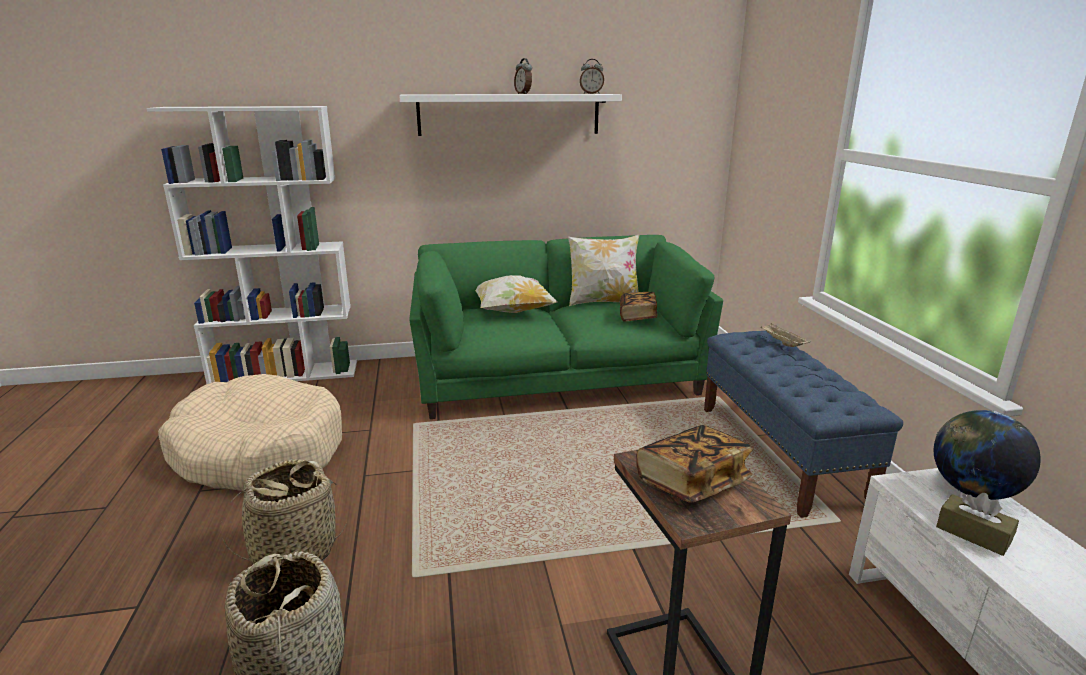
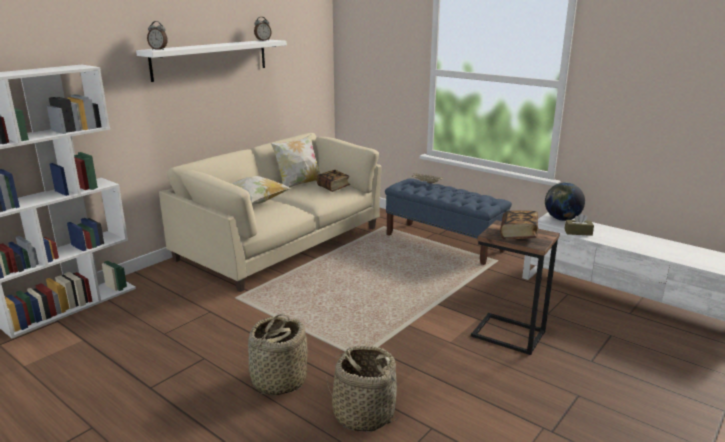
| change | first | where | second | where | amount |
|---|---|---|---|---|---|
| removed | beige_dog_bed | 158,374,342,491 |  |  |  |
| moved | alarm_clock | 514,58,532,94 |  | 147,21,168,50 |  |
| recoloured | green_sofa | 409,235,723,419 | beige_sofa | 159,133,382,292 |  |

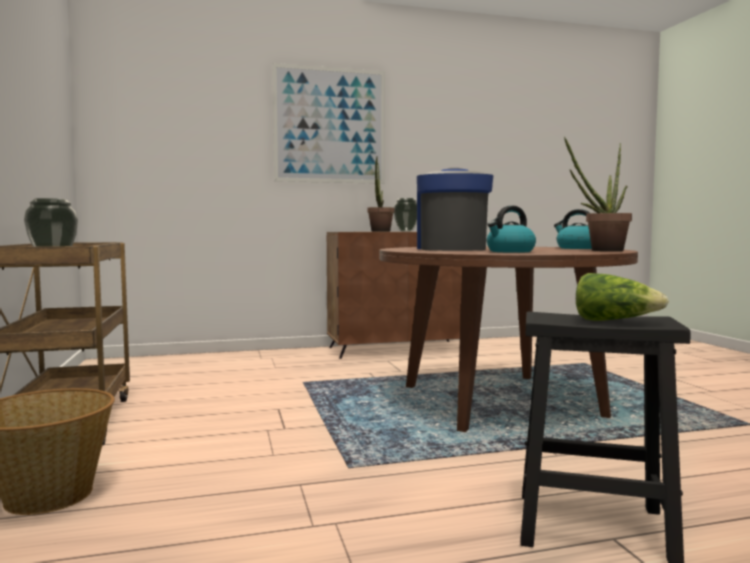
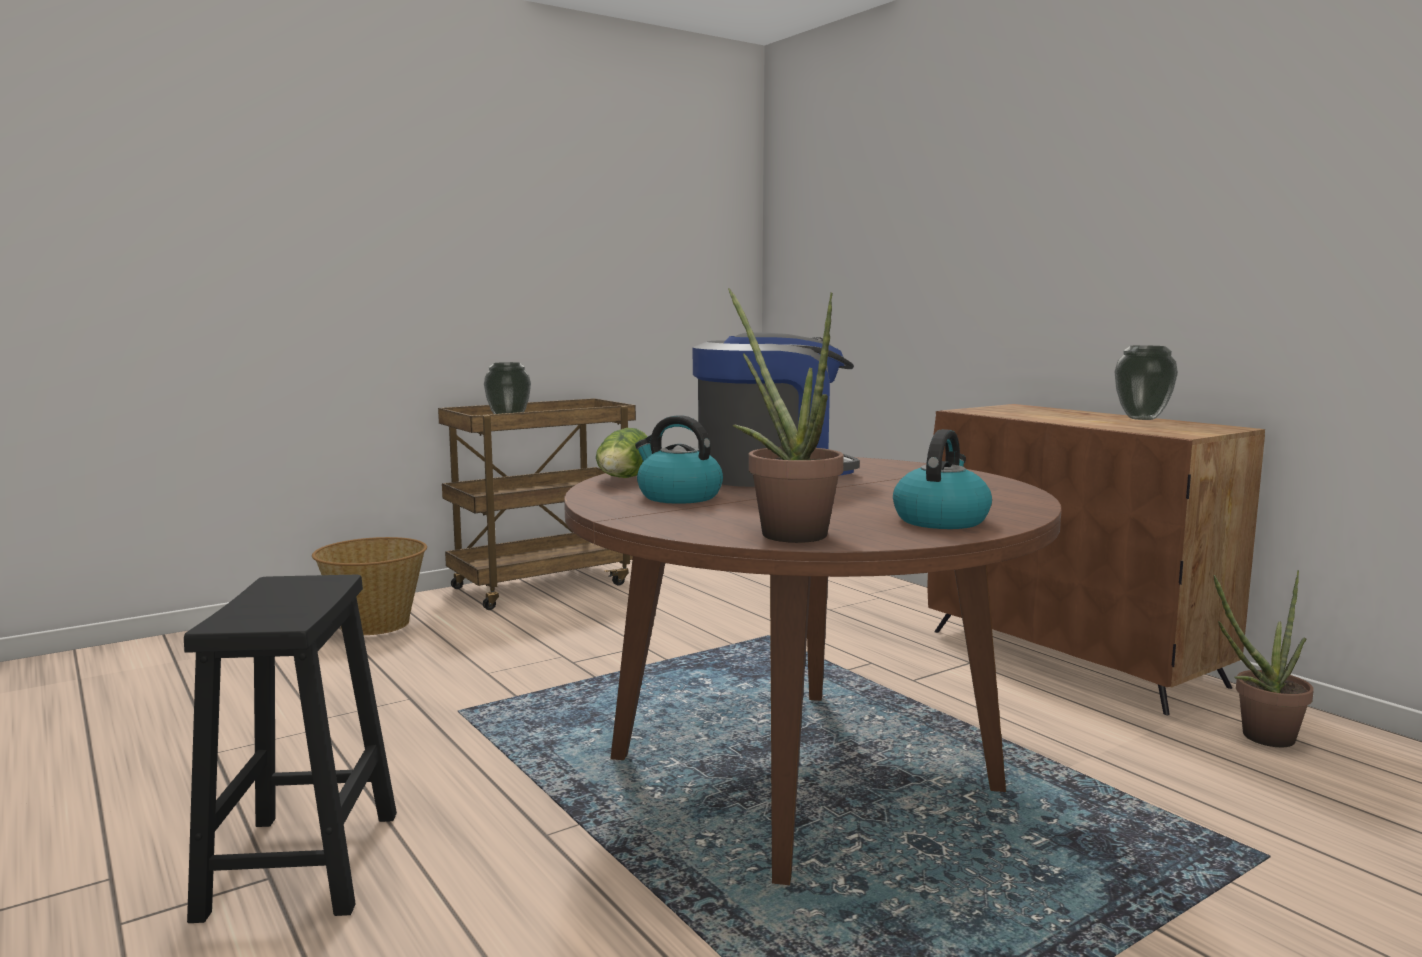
| change | first | where | second | where | amount |
|---|---|---|---|---|---|
| removed | picture | 272,63,385,184 |  |  |  |
| moved | potted_plant | 367,157,394,232 |  | 1213,570,1314,747 |  |
| moved | lettuce | 576,273,669,321 |  | 596,428,651,478 |  |

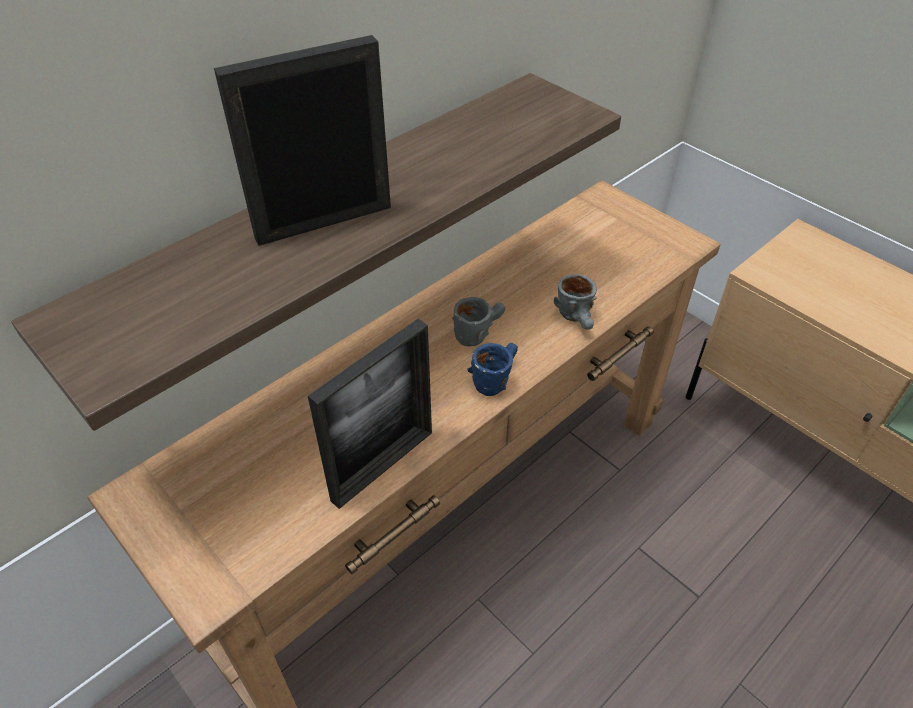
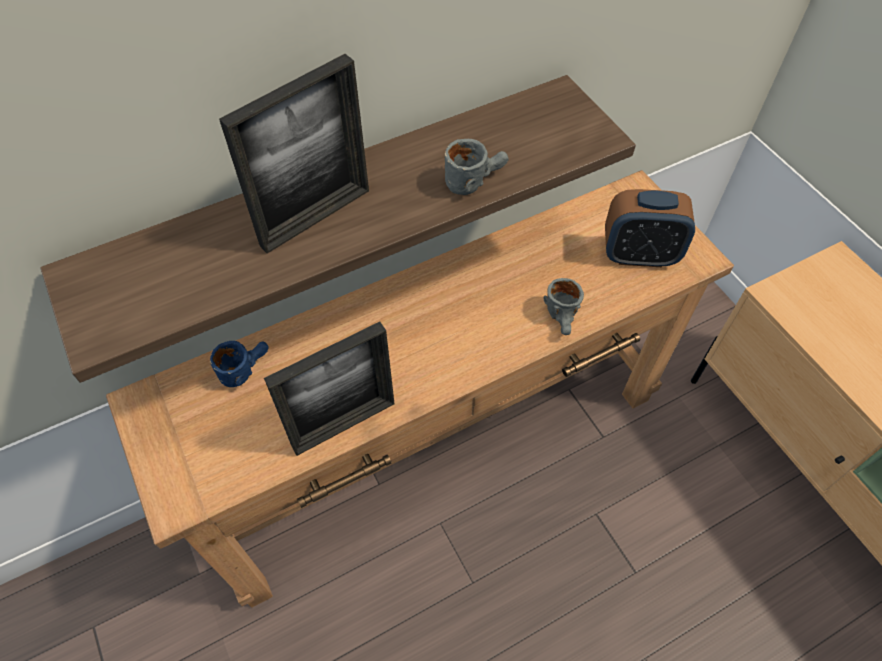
| change | first | where | second | where | amount |
|---|---|---|---|---|---|
| added |  |  | alarm_clock | 605,189,695,267 |  |
| moved | grey_mug | 452,297,505,346 |  | 445,139,509,195 |  |
| moved | blue_mug | 467,343,518,396 |  | 210,341,269,387 |  |
| turned | picture_frame | 214,35,391,246 |  | 219,54,369,254 | 150 degrees clockwise |

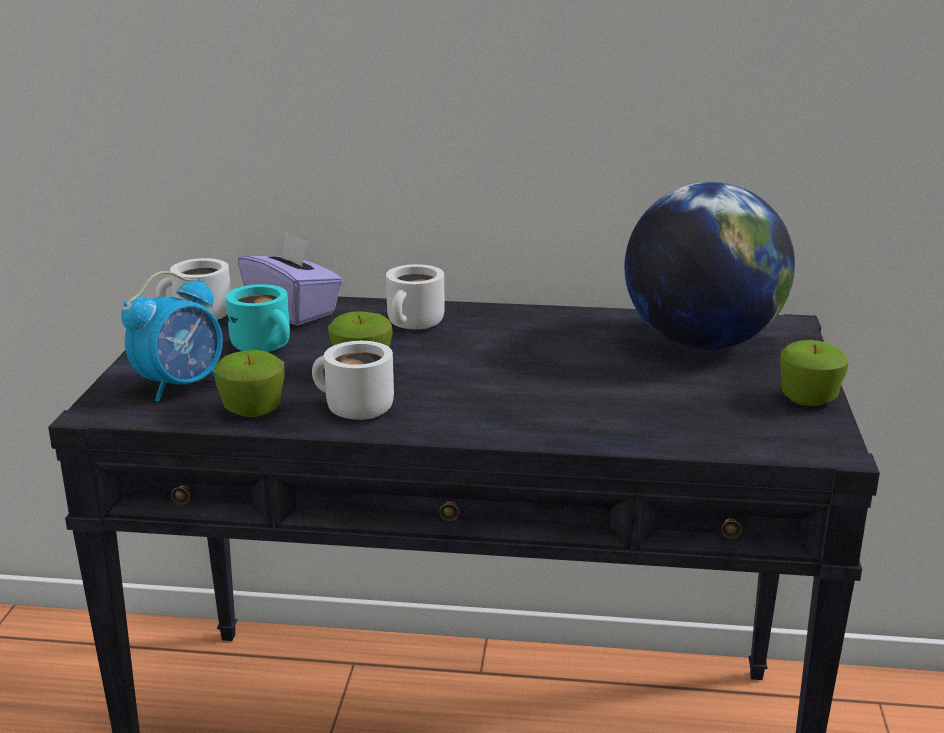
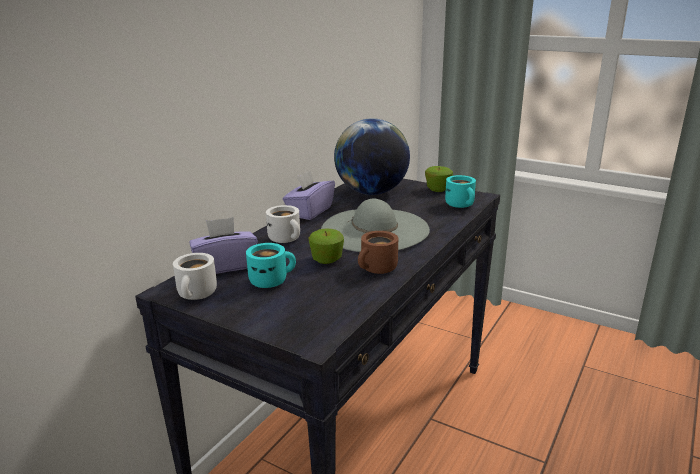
| change | first | where | second | where | amount |
|---|---|---|---|---|---|
| removed | alarm_clock | 121,271,223,402 |  |  |  |
| removed | apple | 214,350,285,417 |  |  |  |
| added |  |  | purple_tissue_box | 283,170,335,220 |  |
| added |  |  | grey_hat | 321,199,430,252 |  |
| added |  |  | turquoise_mug | 445,175,476,208 |  |
| recoloured | white_mug | 312,341,394,420 | brown_mug | 358,231,398,274 |  |

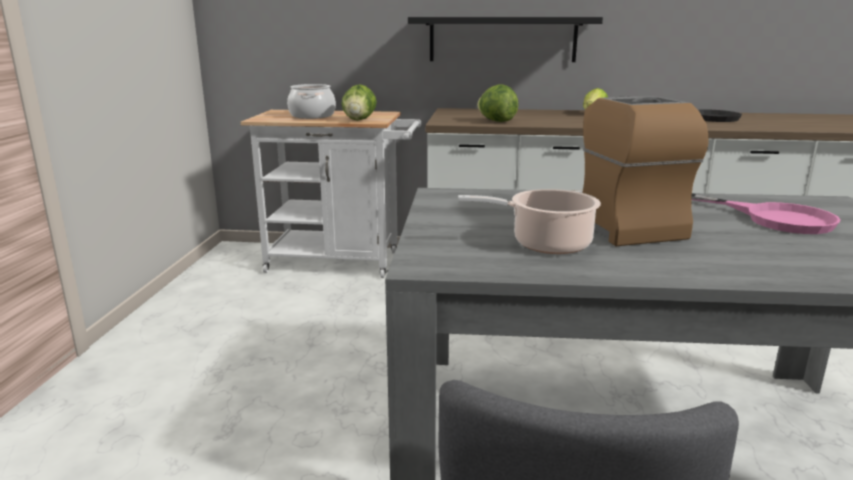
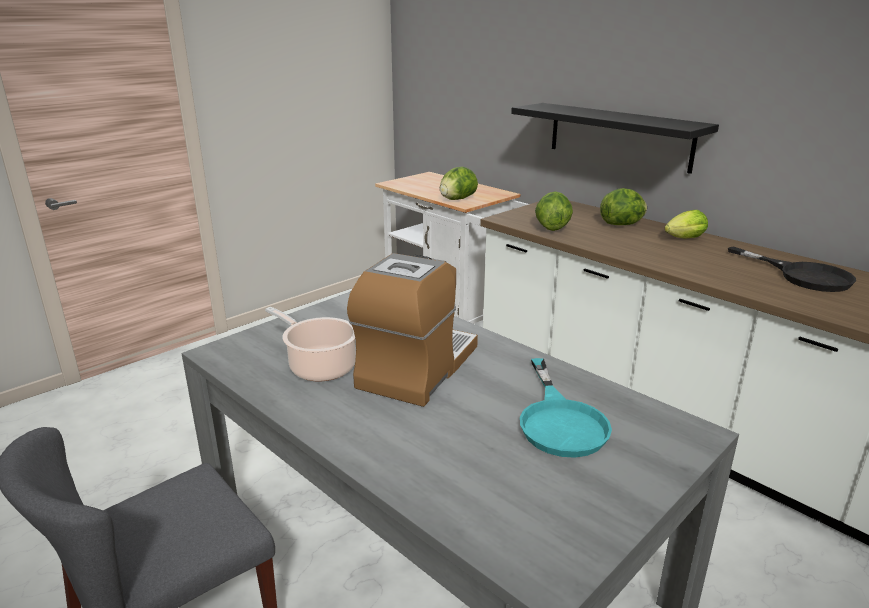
| change | first | where | second | where | amount |
|---|---|---|---|---|---|
| removed | cooking_pot | 287,84,336,119 |  |  |  |
| added |  |  | lettuce | 600,188,647,225 |  |
| recoloured | pink_frying_pan | 691,193,841,234 | turquoise_frying_pan | 520,358,612,458 |  |

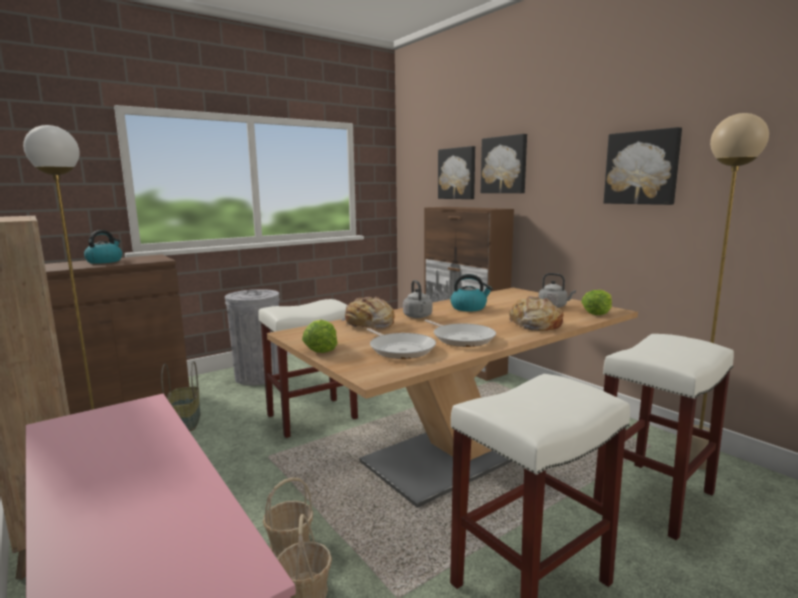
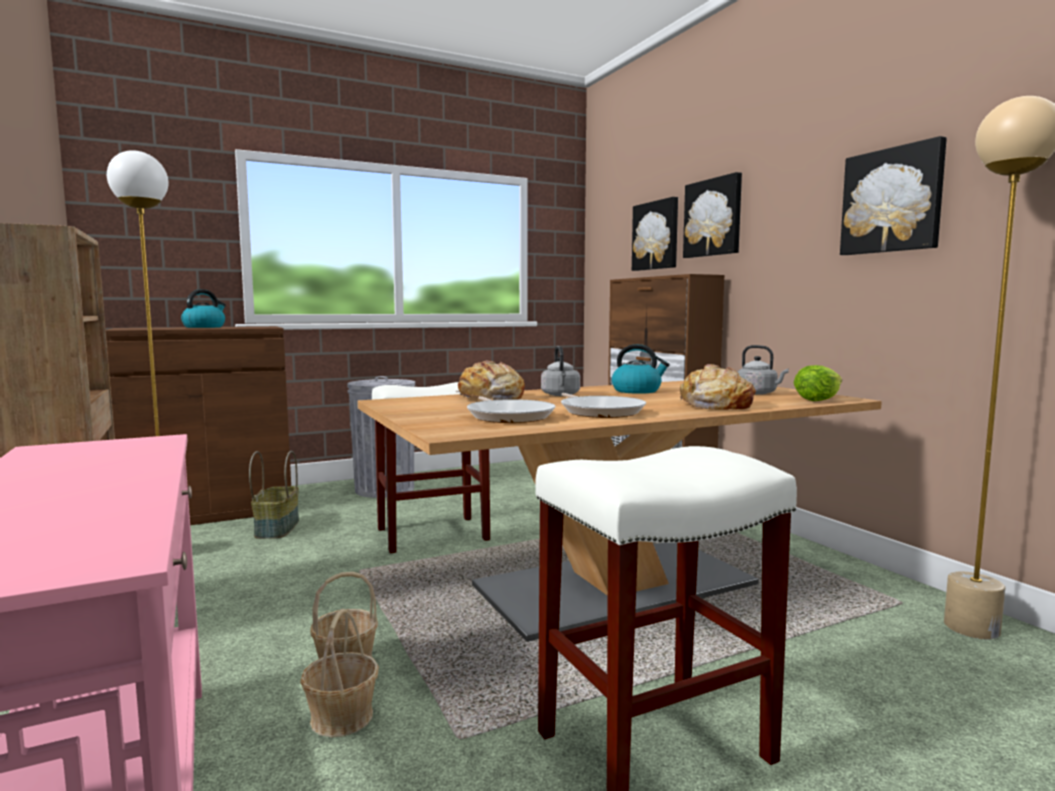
| change | first | where | second | where | amount |
|---|---|---|---|---|---|
| removed | lettuce | 302,320,338,353 |  |  |  |
| removed | white_stool | 593,334,734,540 |  |  |  |

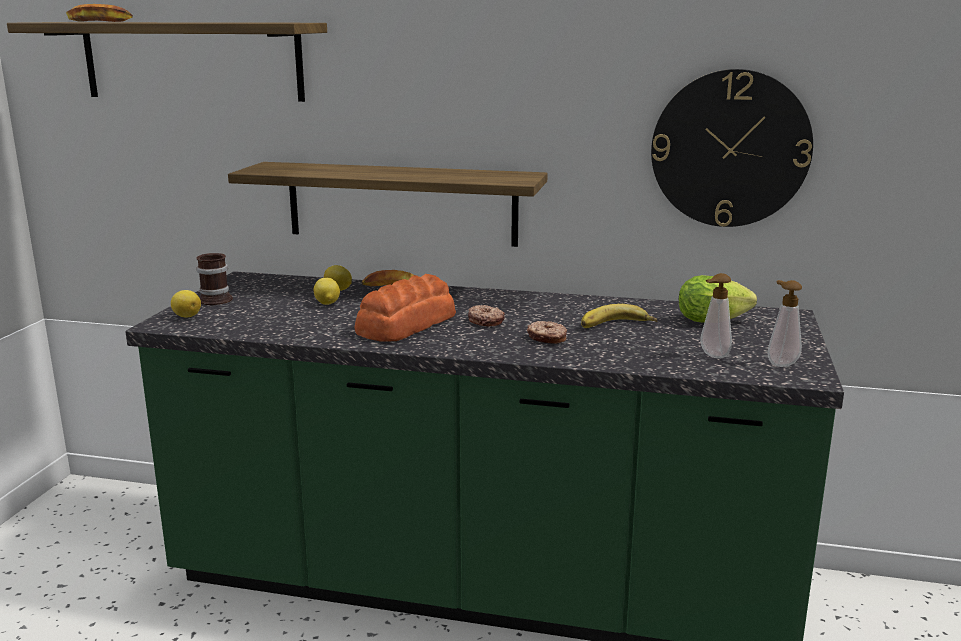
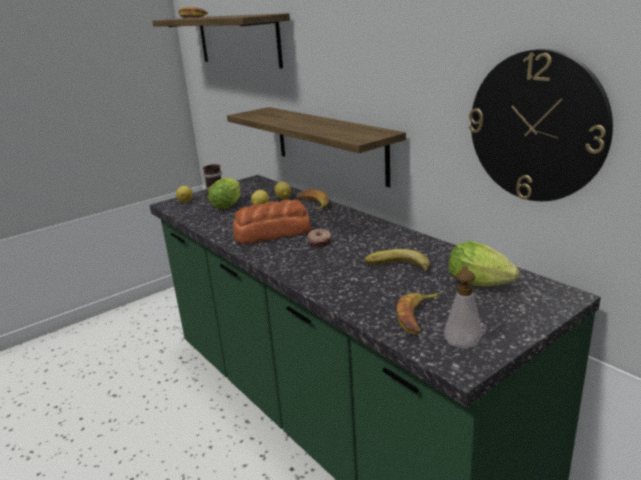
| change | first | where | second | where | amount |
|---|---|---|---|---|---|
| removed | donut | 527,321,567,344 |  |  |  |
| added |  |  | lettuce | 208,178,240,209 |  |
| replaced | soap_dispenser | 700,273,732,359 | banana | 397,293,441,334 |  |

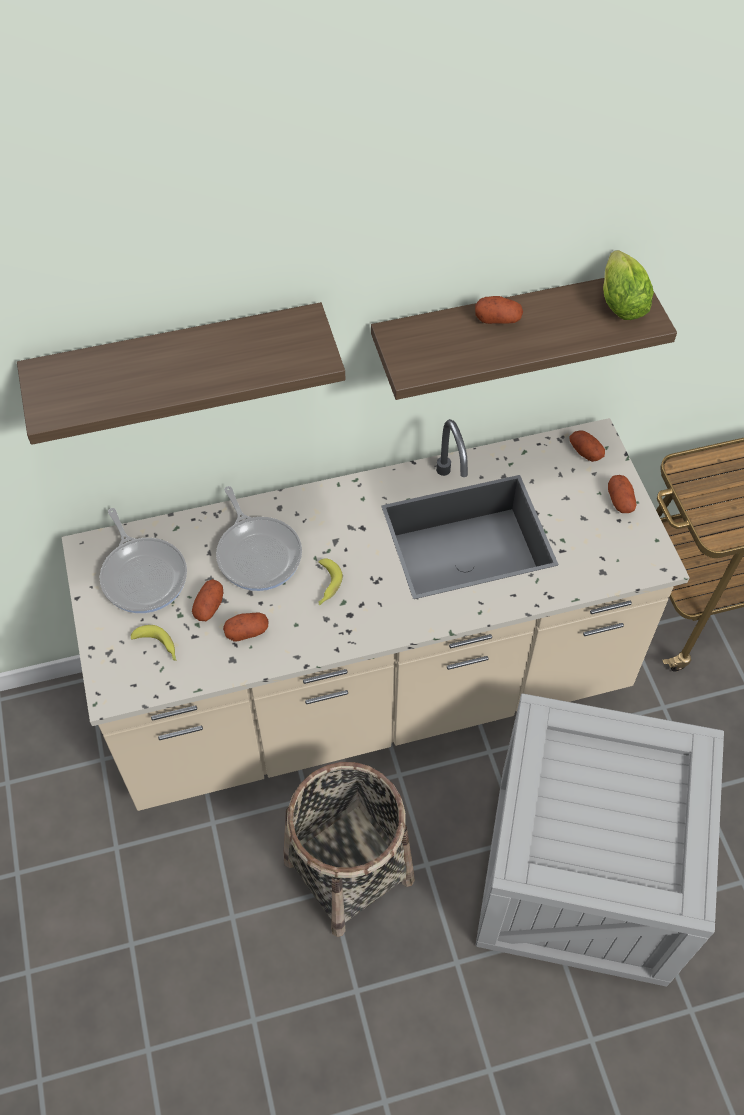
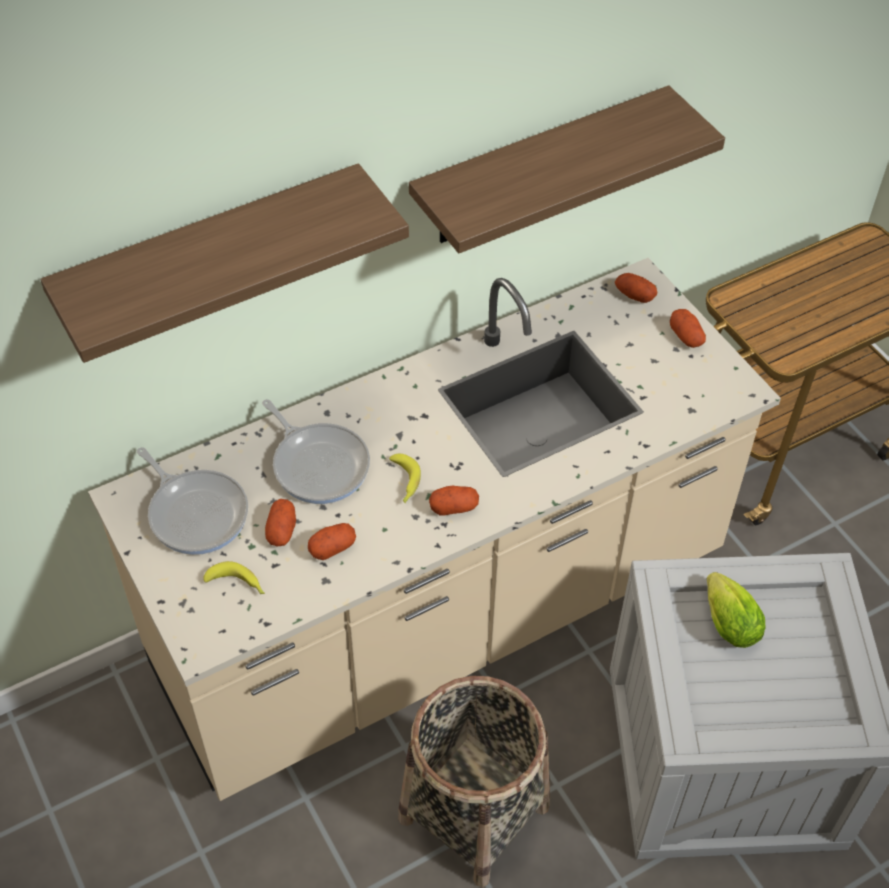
| change | first | where | second | where | amount |
|---|---|---|---|---|---|
| moved | potato | 475,296,523,324 |  | 429,486,479,515 |  |
| moved | lettuce | 603,250,654,320 |  | 707,572,766,648 |  |

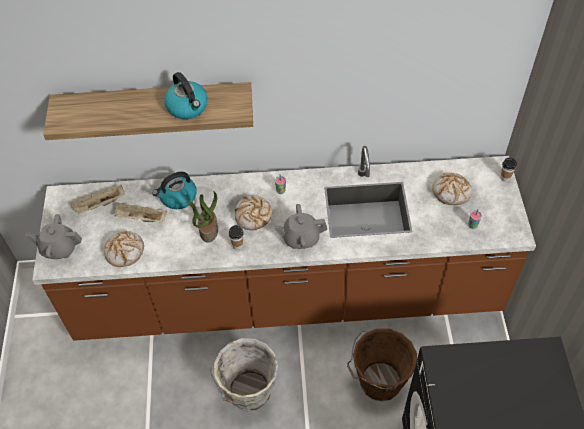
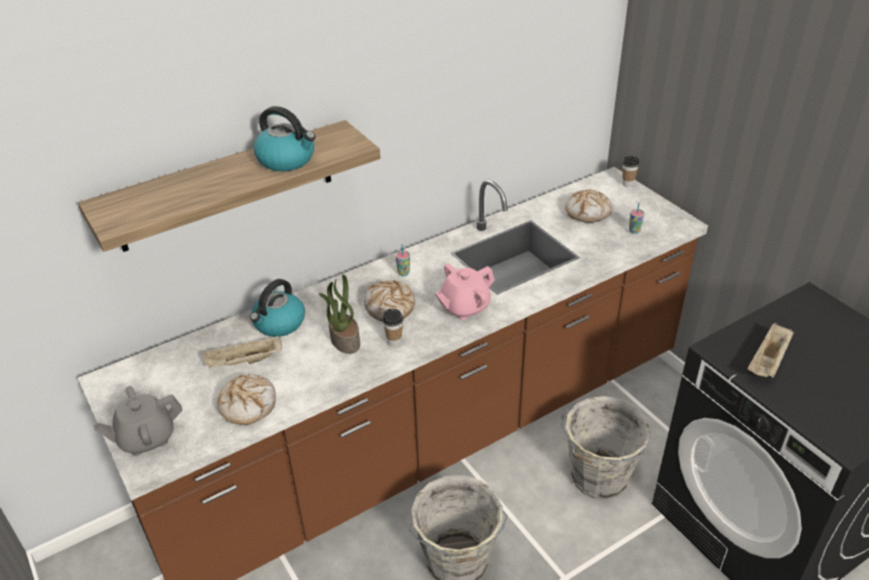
| change | first | where | second | where | amount |
|---|---|---|---|---|---|
| moved | beige_tray | 71,185,125,214 |  | 748,323,794,378 |  |
| recoloured | grey_teapot | 274,204,327,249 | pink_teapot | 435,264,495,320 |  |
| recoloured | brown_bucket | 347,328,417,401 | grey_bucket | 561,396,651,500 |  |

